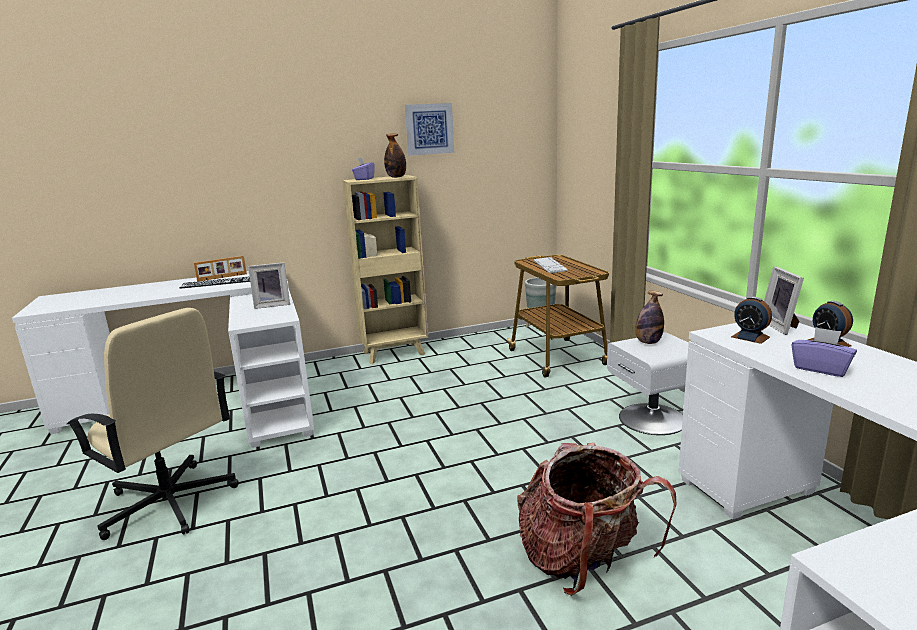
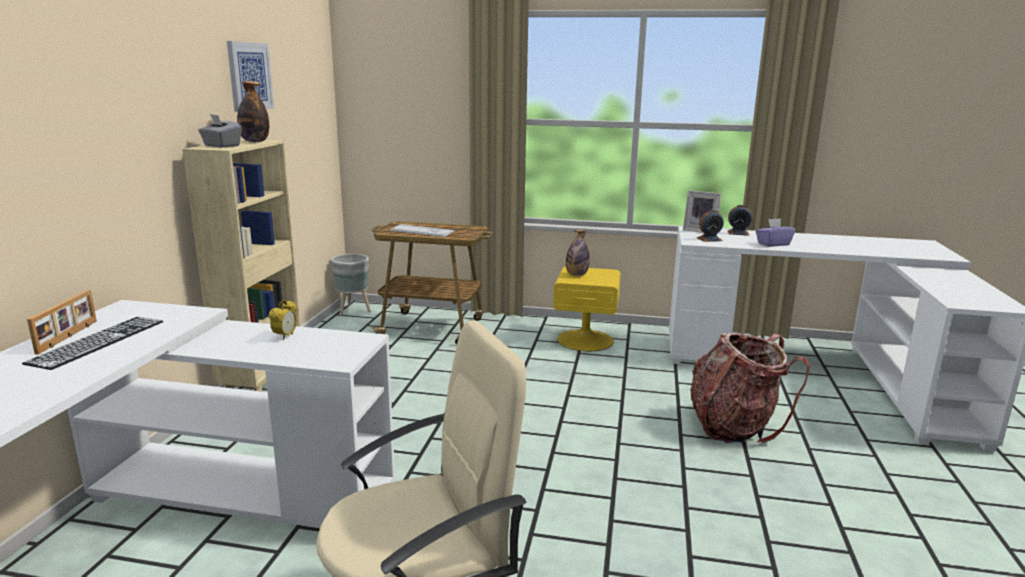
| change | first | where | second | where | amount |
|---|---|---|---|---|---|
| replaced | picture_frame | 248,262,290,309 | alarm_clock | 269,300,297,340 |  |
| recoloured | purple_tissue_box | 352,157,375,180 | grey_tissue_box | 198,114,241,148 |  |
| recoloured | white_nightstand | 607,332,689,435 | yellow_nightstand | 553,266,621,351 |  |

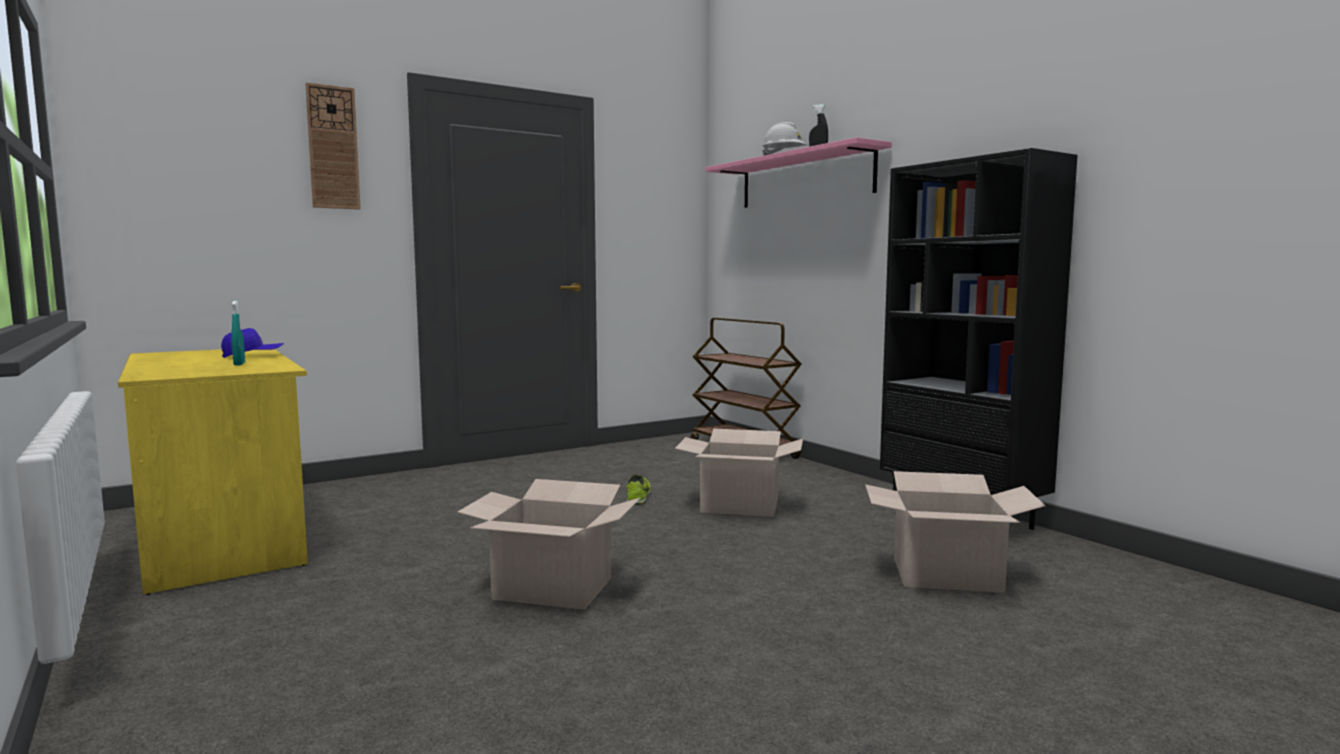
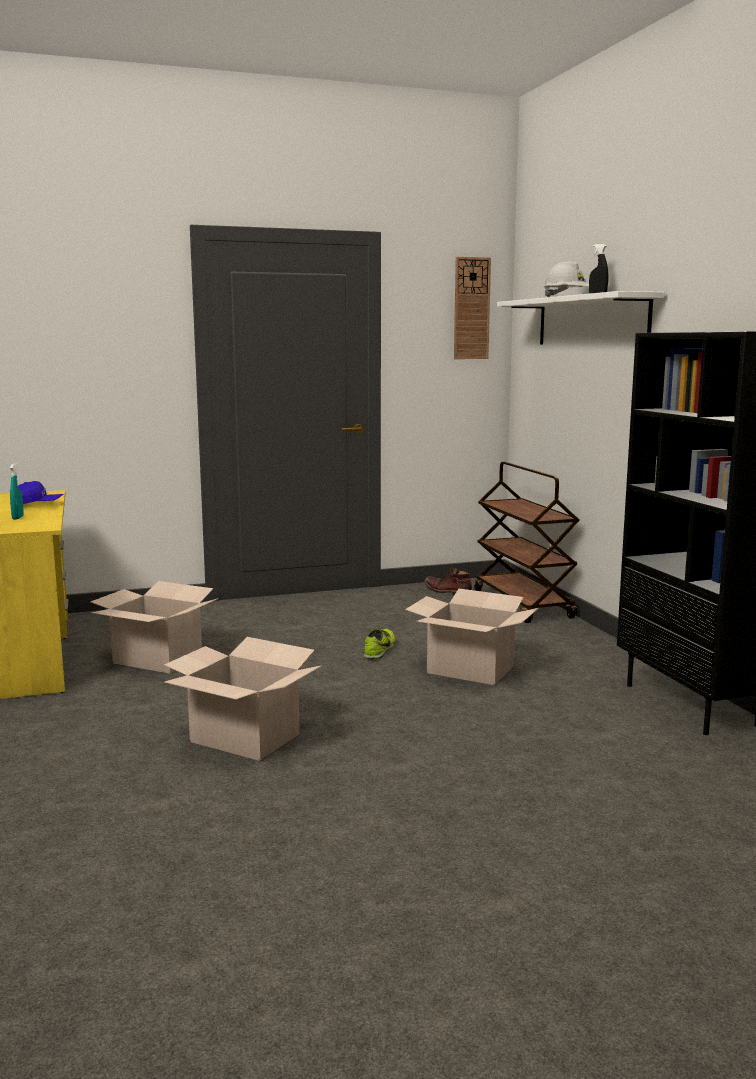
| change | first | where | second | where | amount |
|---|---|---|---|---|---|
| added |  |  | brown_boot | 424,568,472,595 |  |
| moved | wall_clock | 305,82,361,210 |  | 454,257,491,359 |  |
| moved | cardboard_box | 865,471,1045,593 |  | 91,581,218,673 |  |
| recoloured | pink_shelf | 705,137,892,208 | white_shelf | 497,291,665,345 |  |

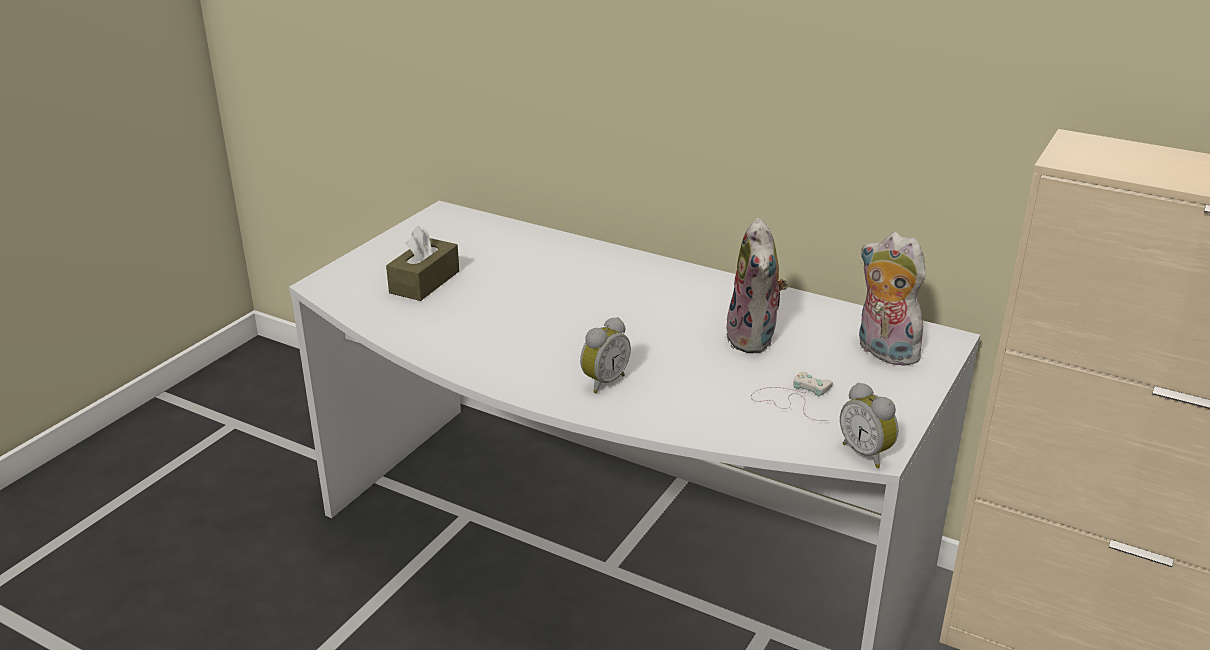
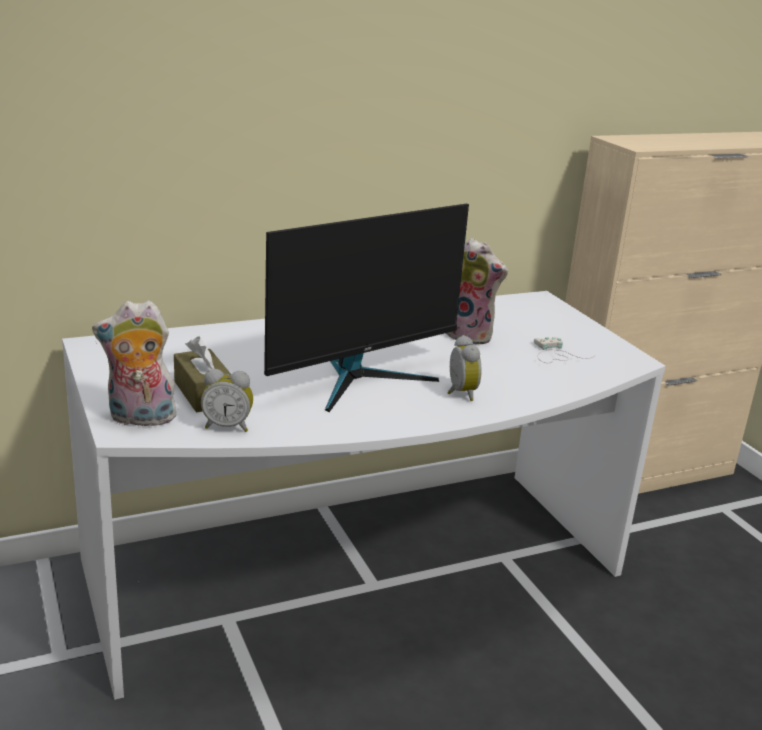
| change | first | where | second | where | amount |
|---|---|---|---|---|---|
| added |  |  | monitor | 264,204,469,412 |  |
| moved | alarm_clock | 840,382,898,468 |  | 201,369,253,432 |  |
| moved | plush_toy | 859,232,929,366 |  | 92,300,176,426 |  |

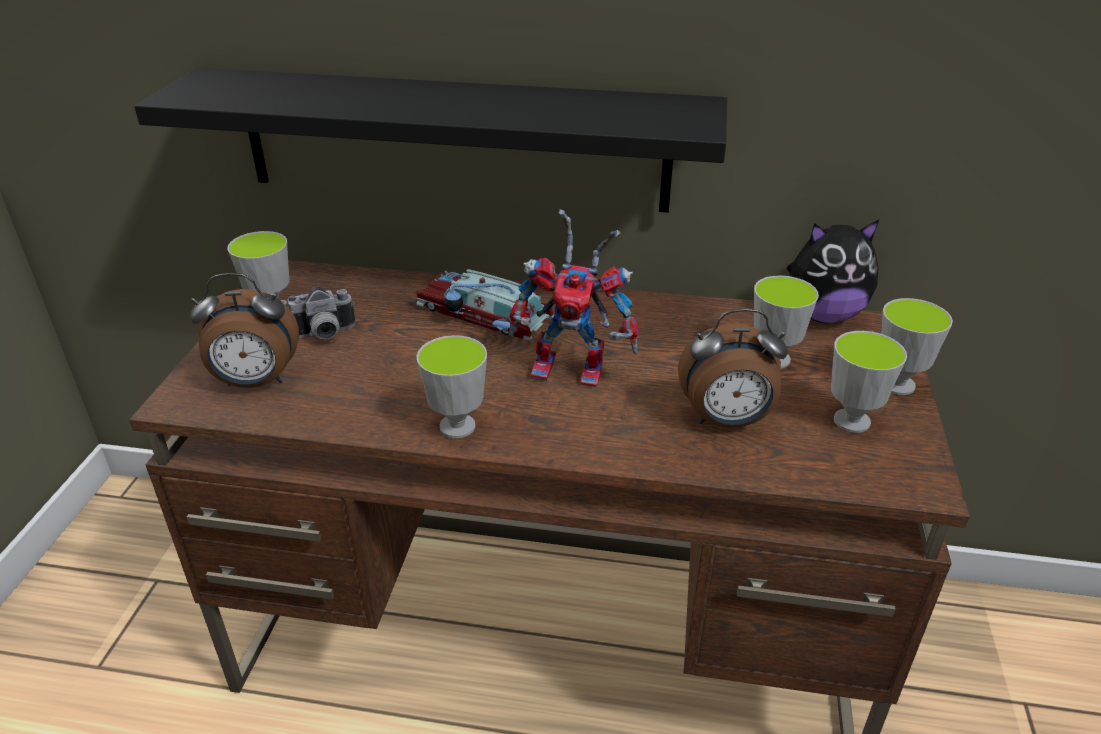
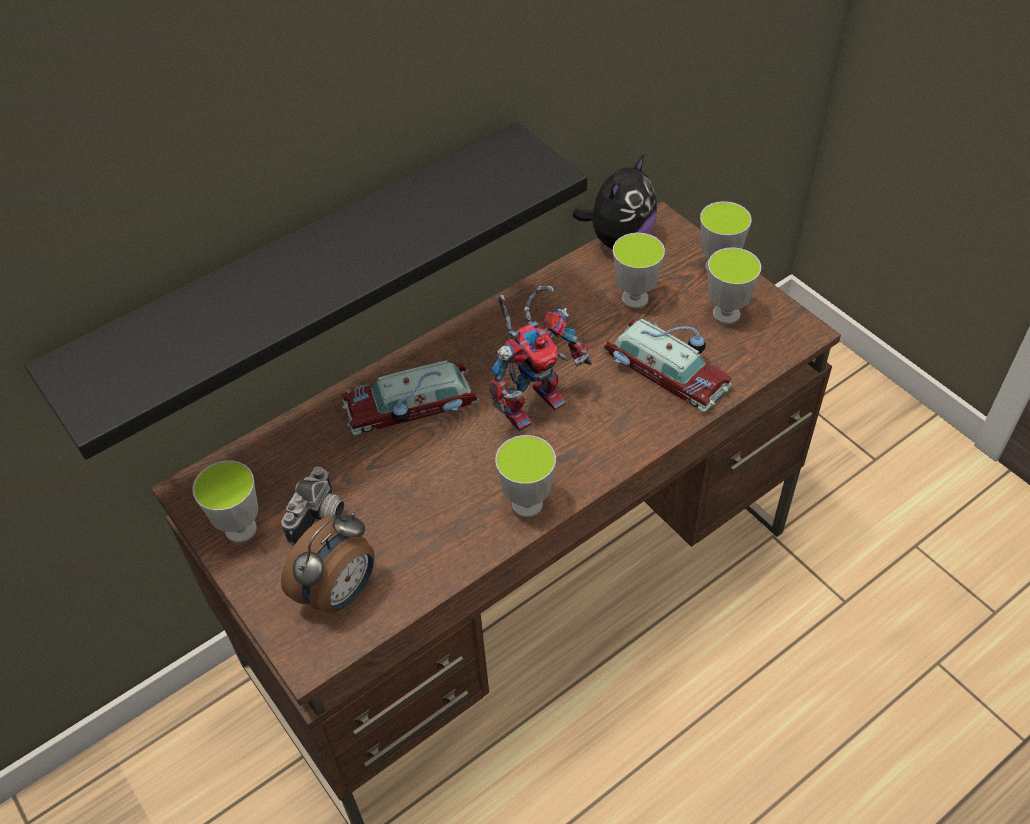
| change | first | where | second | where | amount |
|---|---|---|---|---|---|
| replaced | alarm_clock | 678,309,788,428 | toy_car | 603,319,733,413 |  |

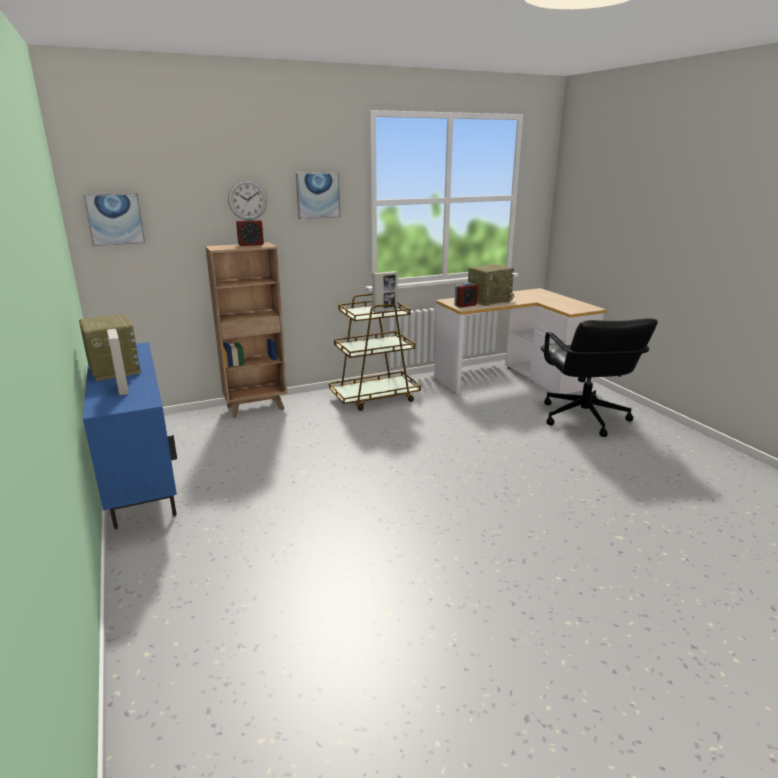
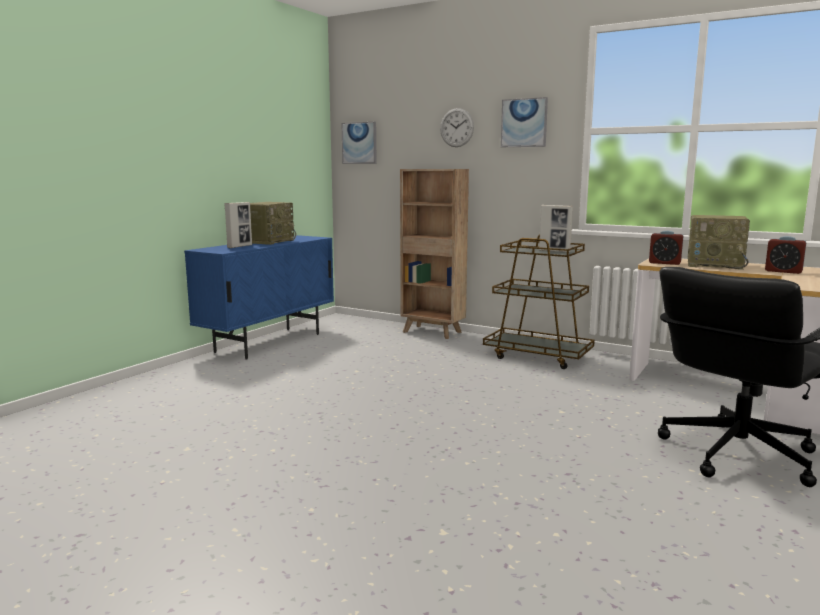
| change | first | where | second | where | amount |
|---|---|---|---|---|---|
| moved | alarm_clock | 236,217,264,246 |  | 765,236,806,274 |  |

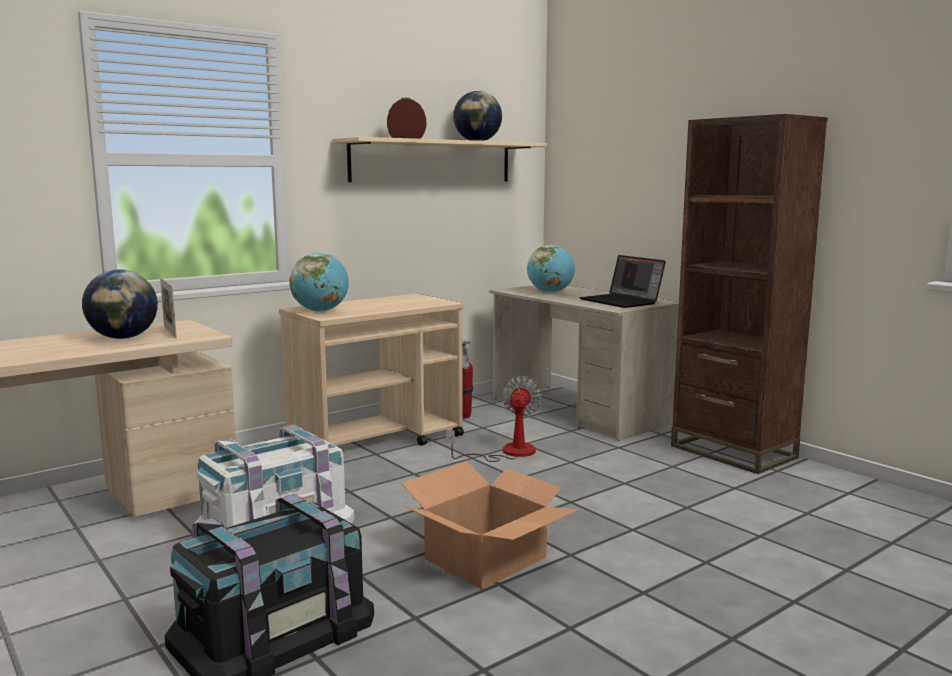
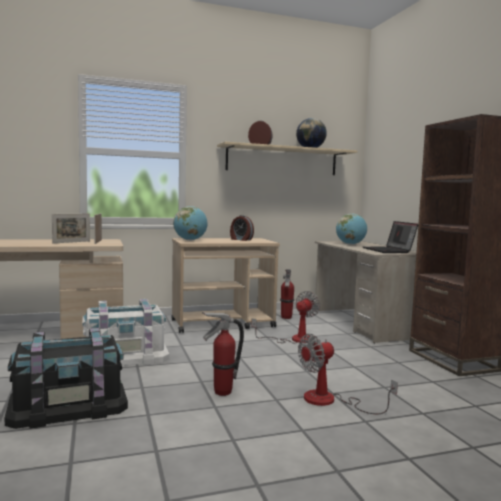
| change | first | where | second | where | amount |
|---|---|---|---|---|---|
| added |  |  | alarm_clock | 230,215,254,241 |  |
| added |  |  | fan | 298,334,398,414 |  |
| replaced | globe | 82,270,158,339 | picture_frame | 52,214,90,244 |  |
| replaced | cardboard_box | 401,461,577,589 | fire_extinguisher | 202,312,244,396 |  |

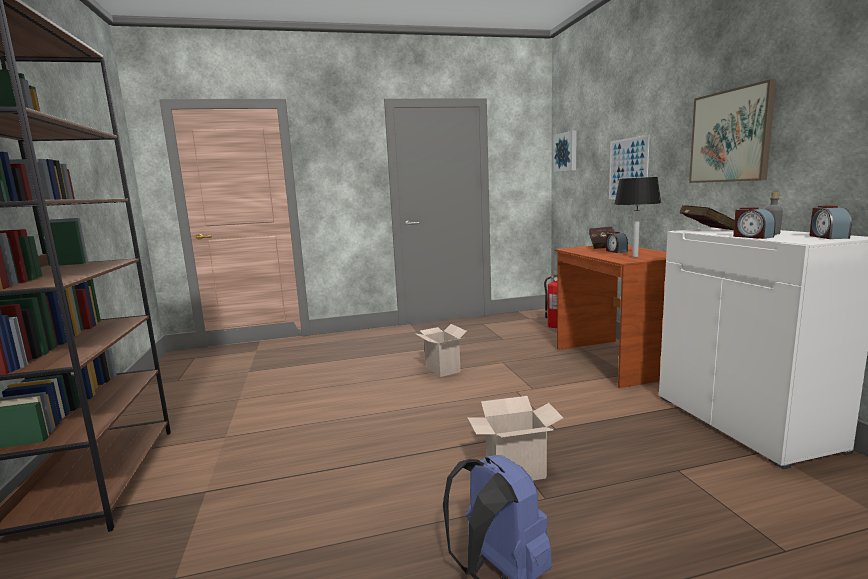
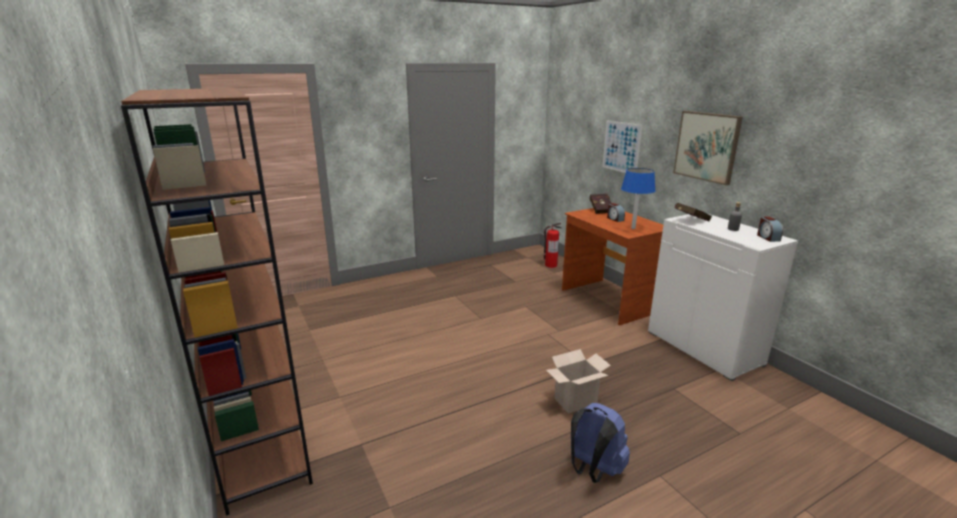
| change | first | where | second | where | amount |
|---|---|---|---|---|---|
| removed | cardboard_box | 414,324,467,377 |  |  |  |
| removed | picture | 553,130,577,172 |  |  |  |
| removed | alarm_clock | 733,207,776,239 |  |  |  |
| recoloured | black_table_lamp | 614,177,661,257 | blue_table_lamp | 621,168,656,229 |  |

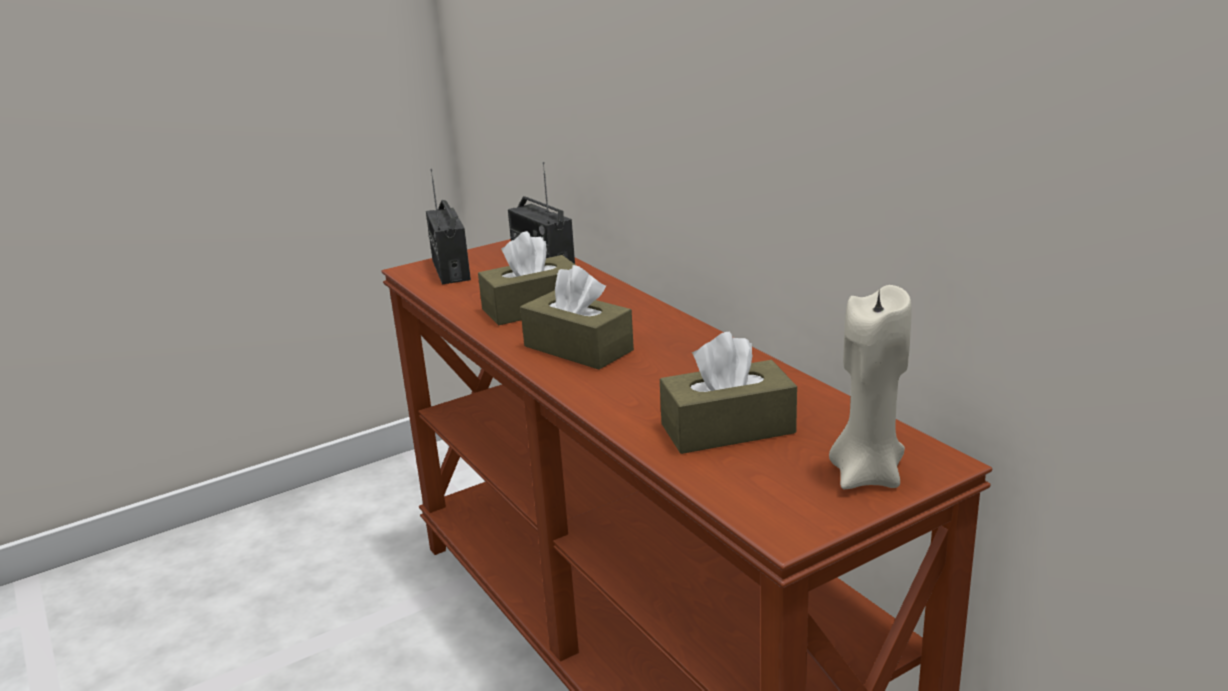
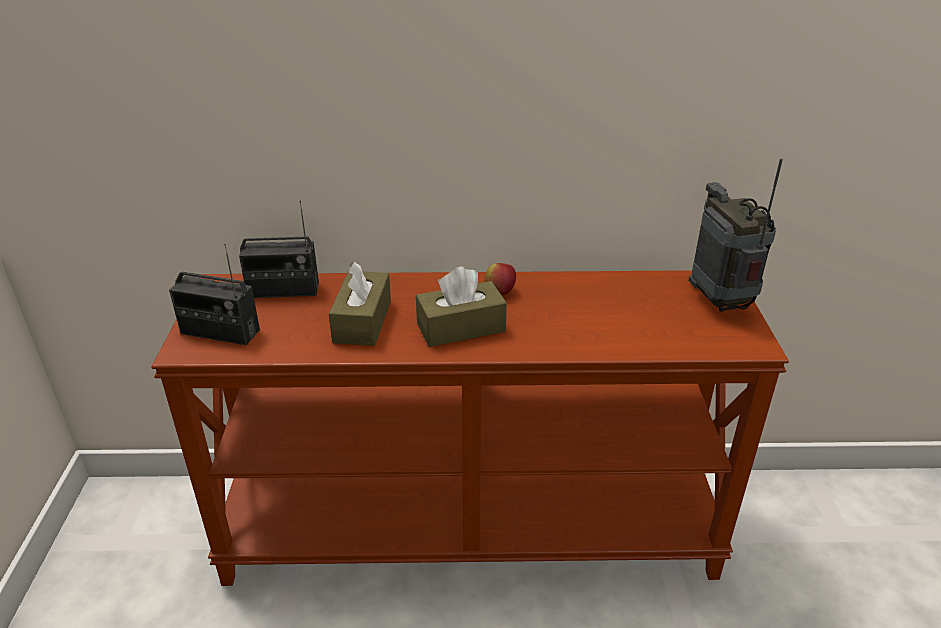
| change | first | where | second | where | amount |
|---|---|---|---|---|---|
| removed | brown_tissue_box | 660,332,797,454 |  |  |  |
| added |  |  | apple | 485,263,516,295 |  |
| replaced | beige_candle | 829,285,912,489 | radio | 689,158,783,312 |  |

